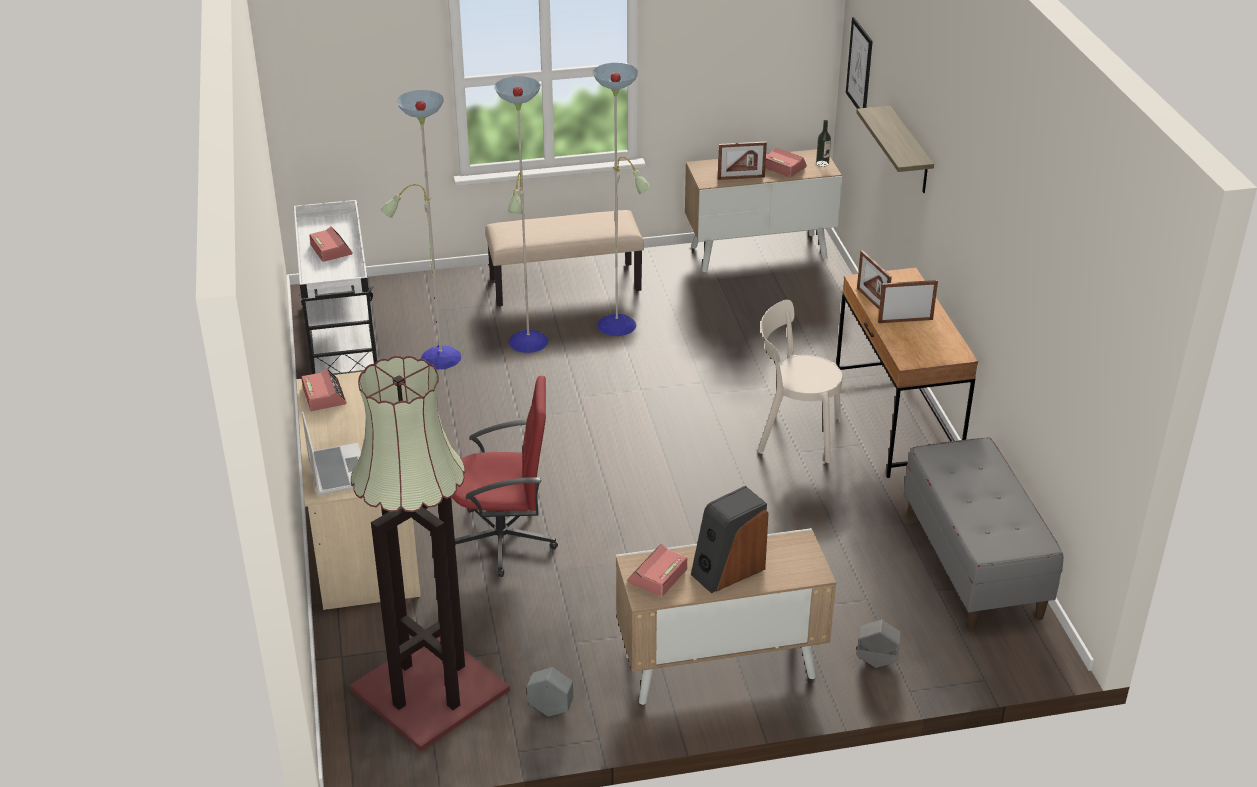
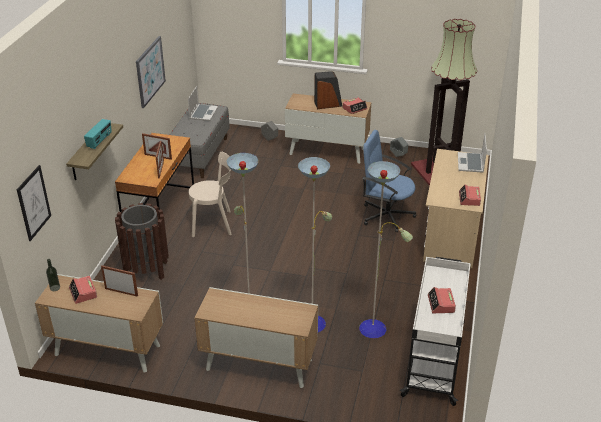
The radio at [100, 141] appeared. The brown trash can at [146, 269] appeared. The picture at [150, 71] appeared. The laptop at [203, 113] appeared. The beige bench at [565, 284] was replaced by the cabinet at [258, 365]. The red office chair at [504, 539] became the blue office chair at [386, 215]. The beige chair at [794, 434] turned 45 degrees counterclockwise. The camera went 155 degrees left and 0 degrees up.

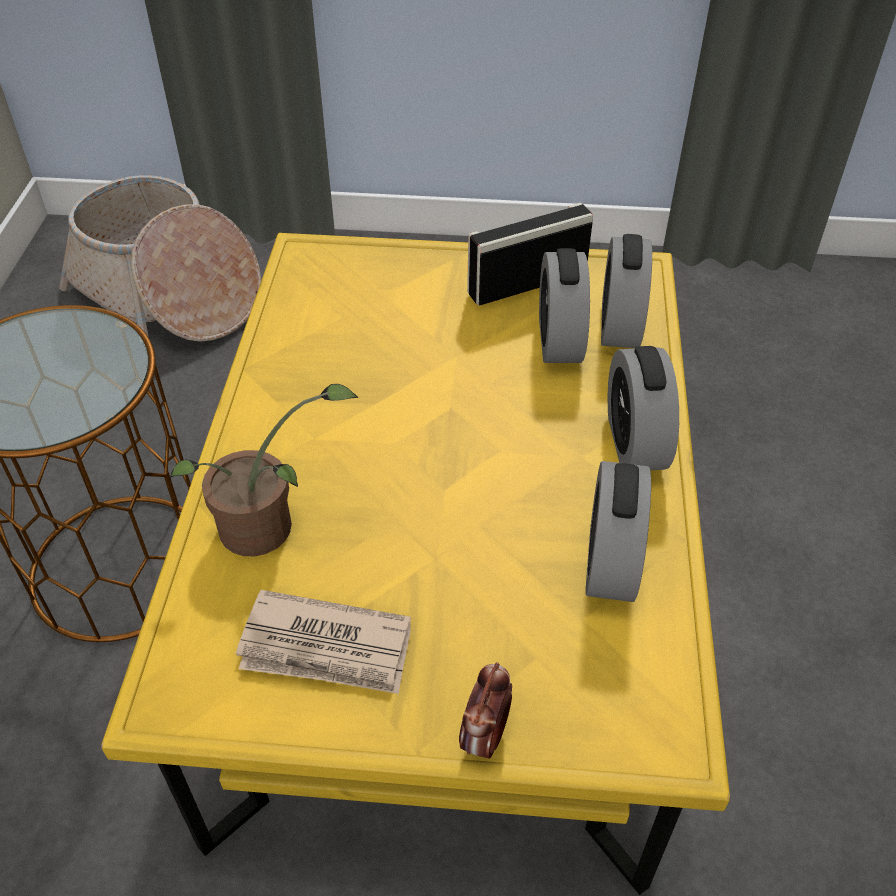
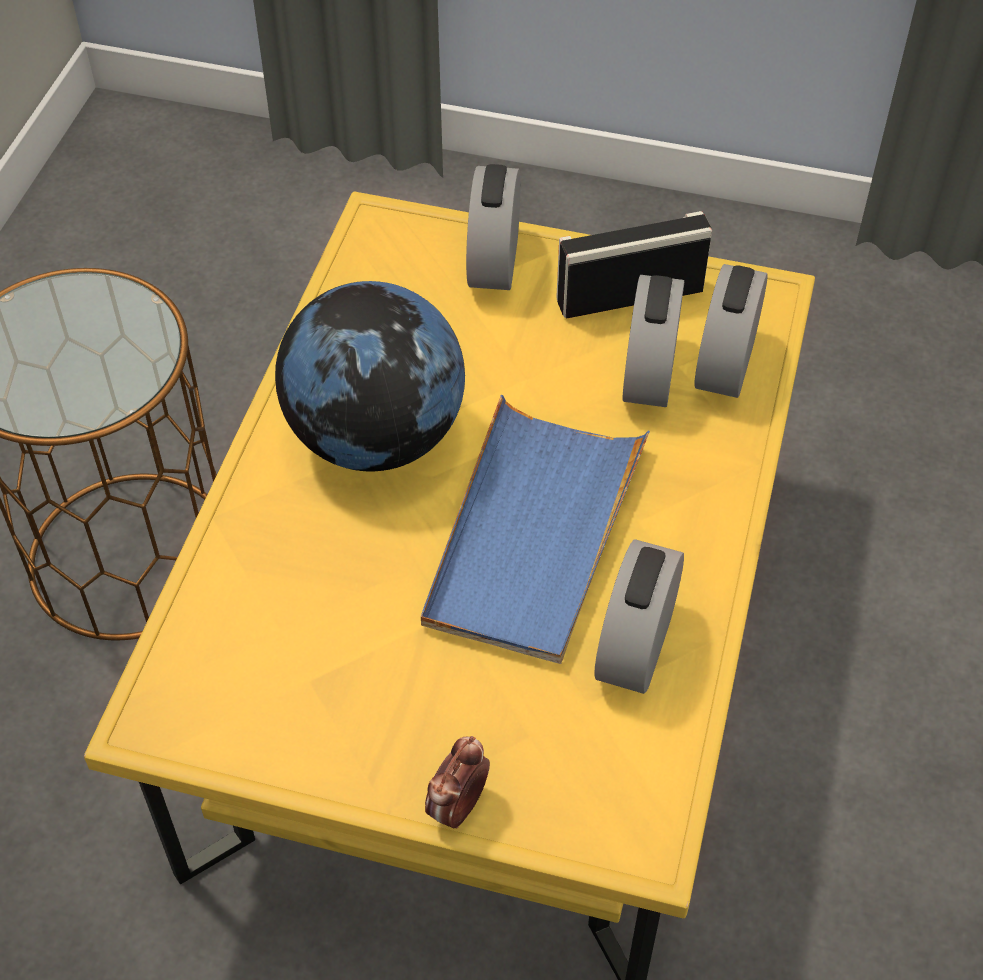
The basket at [169, 294] disappeared. The potted plant at [267, 528] disappeared. The newspaper at [327, 648] disappeared. The globe at [376, 437] appeared. The blue tray at [533, 535] appeared. The alarm clock moved from [634, 442] to [493, 262]. The camera went 10 degrees right and 5 degrees up.

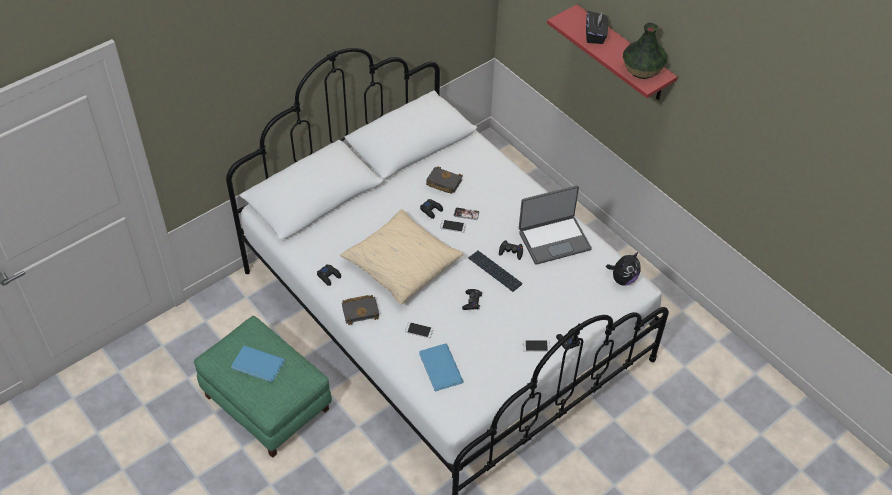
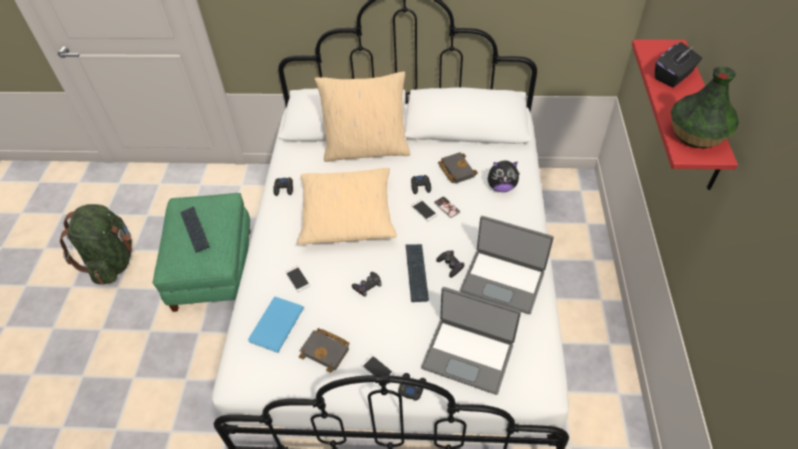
The green backpack at [113, 261] appeared. The beige pillow at [366, 149] appeared. The laptop at [468, 354] appeared. The black book moved from [361, 310] to [327, 351]. The plush toy moved from [623, 279] to [501, 187]. The blue book at [258, 365] was replaced by the keyboard at [195, 229]. The camera went 45 degrees right and 0 degrees up.

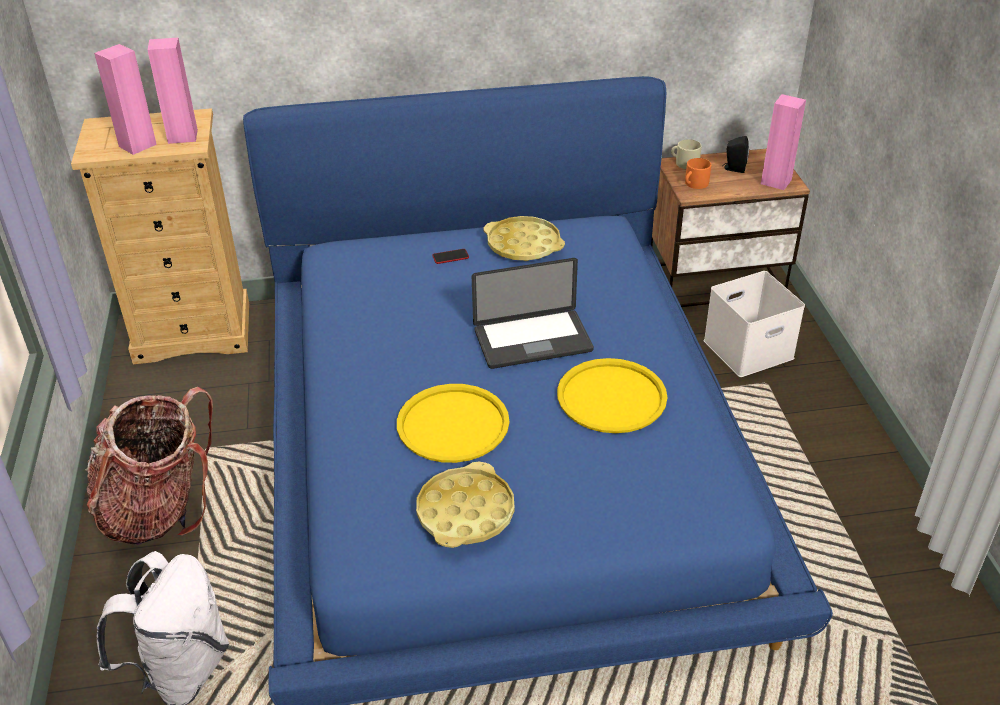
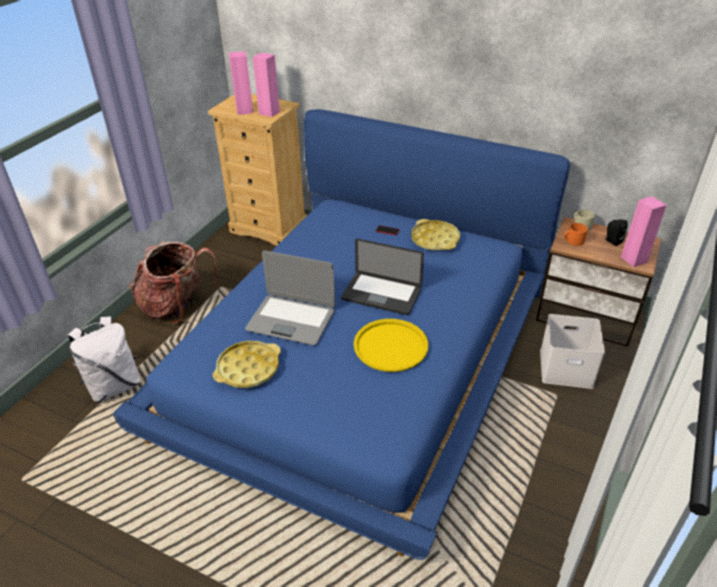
The yellow tray at [452, 424] was replaced by the laptop at [291, 320]. The camera went 35 degrees right and 0 degrees up.

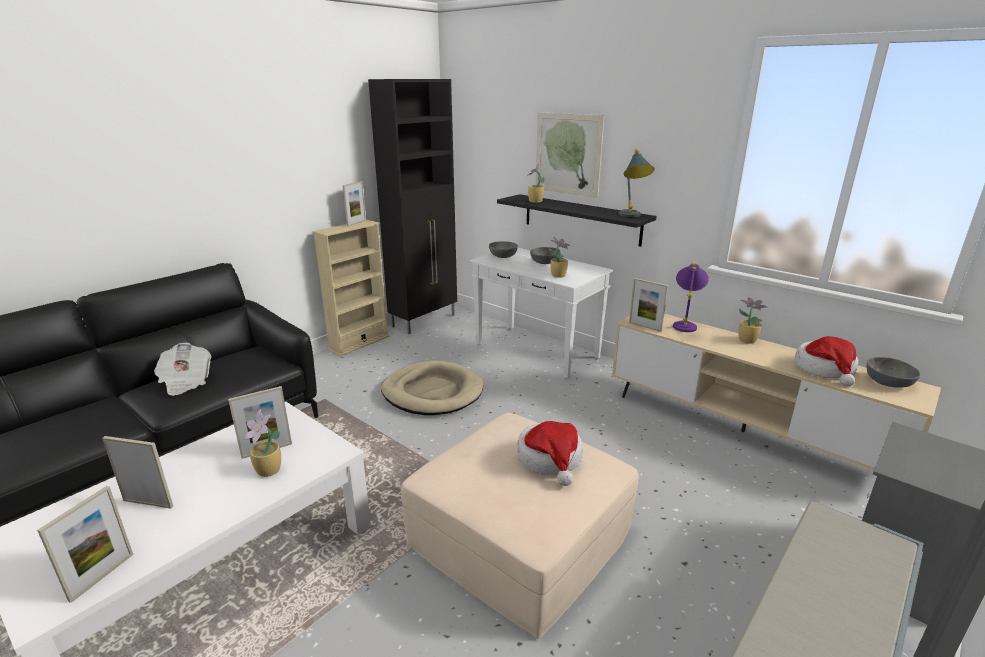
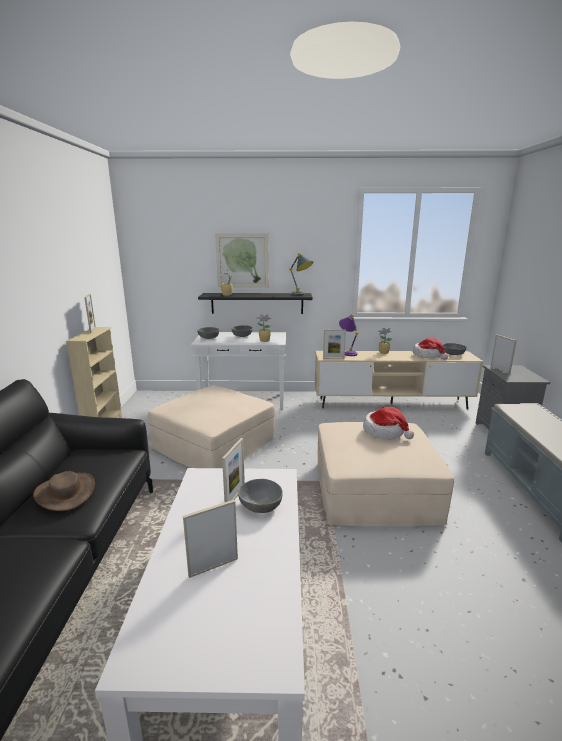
The black cabinet at [425, 320] disappeared. The picture frame moved from [102, 576] to [500, 369]. The newspaper at [186, 381] was replaced by the brown hat at [65, 492]. The potted plant at [269, 471] was replaced by the grey bowl at [261, 505]. The beige dog bed at [432, 392] was replaced by the beige ottoman at [213, 444]. The camera went 40 degrees left and 5 degrees down.

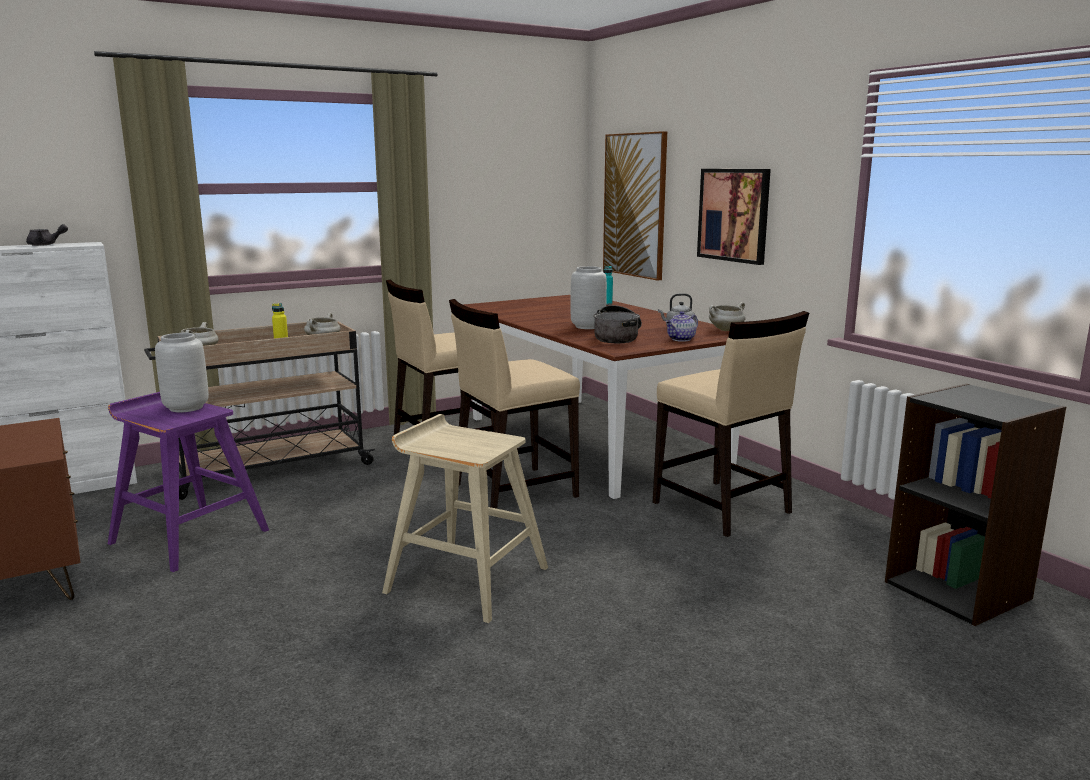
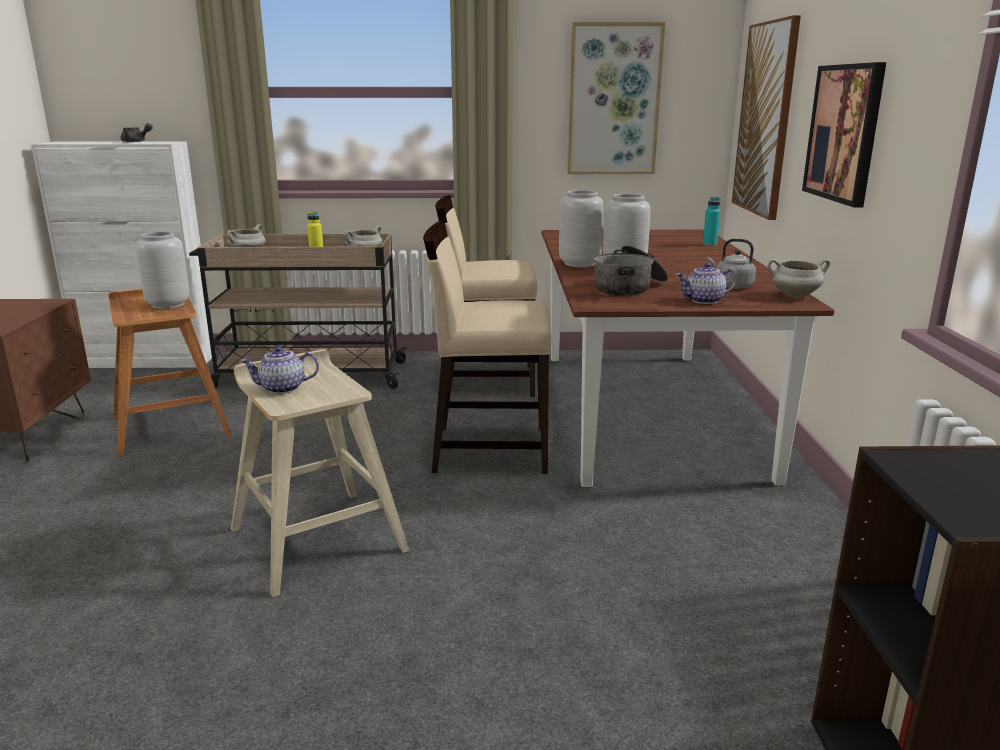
The beige chair at [721, 508] disappeared. The teapot at [282, 389] appeared. The grey vase at [580, 264] appeared. The picture at [614, 100] appeared. The purple stool at [189, 536] became the brown stool at [171, 426]. The camera went 30 degrees right and 5 degrees up.

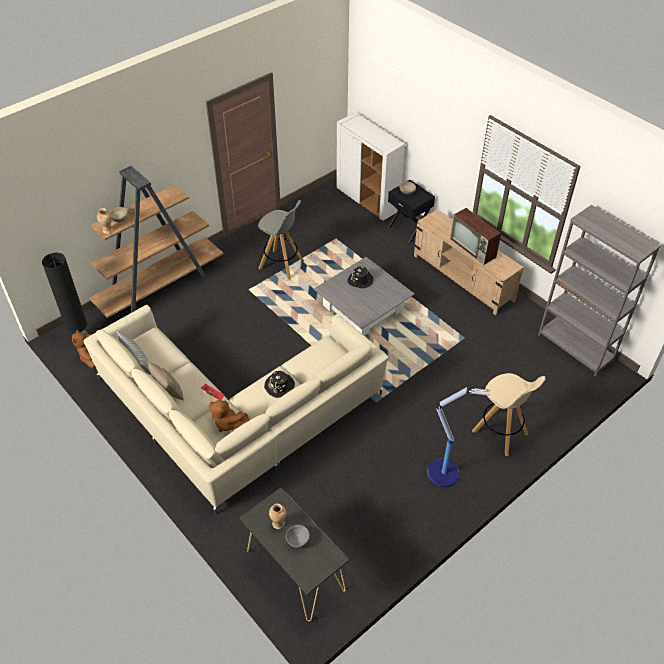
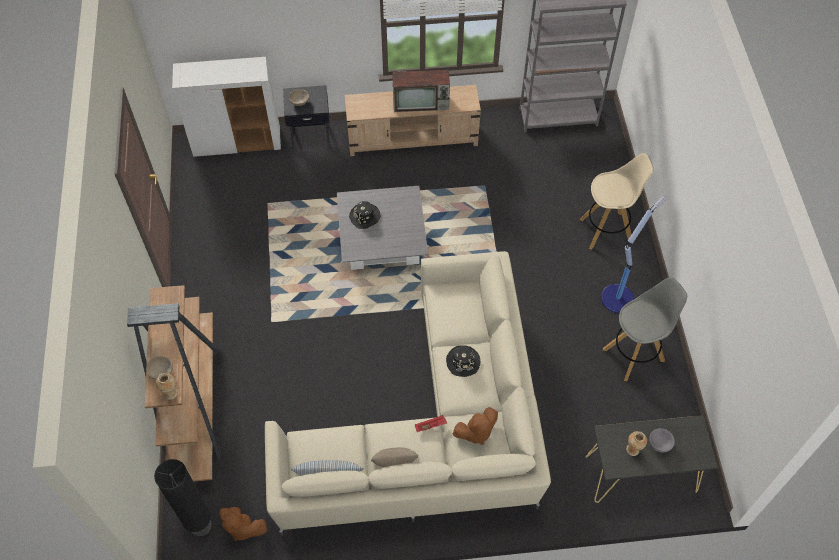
The grey stool moved from [282, 265] to [634, 354]. The camera went 55 degrees left and 10 degrees up.

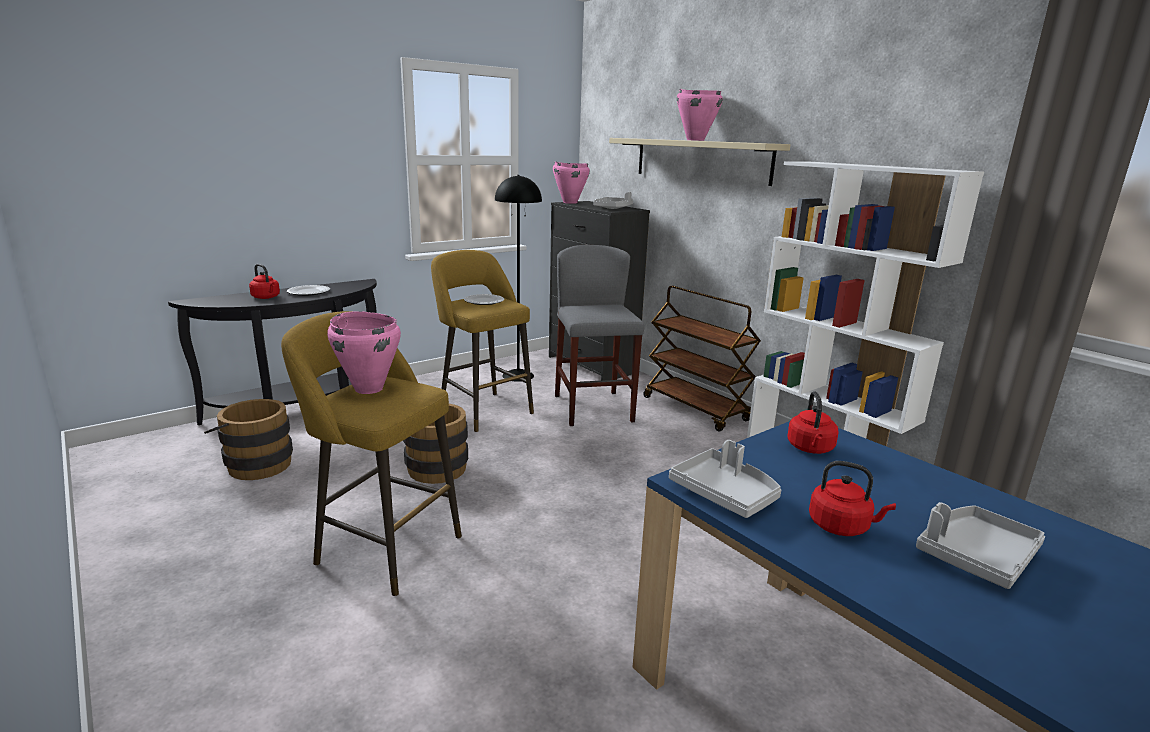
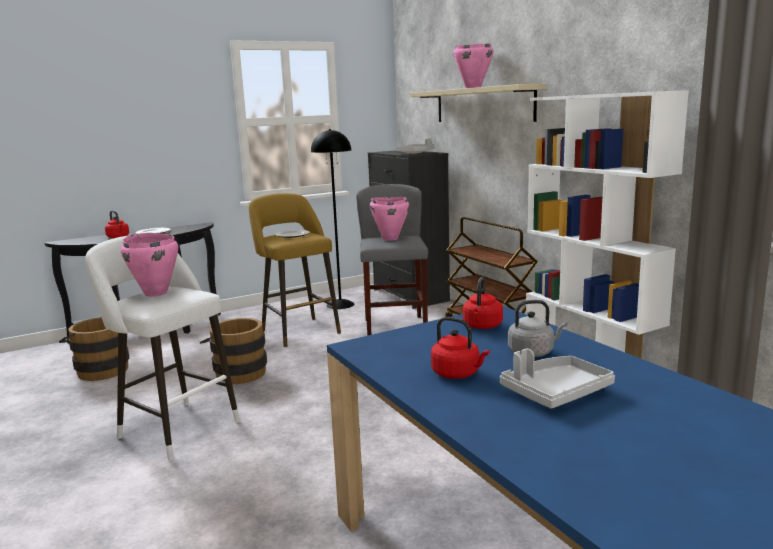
The grey tray at [725, 493] disappeared. The grey kettle at [533, 352] appeared. The pink cooking pot moved from [569, 202] to [390, 239]. The yellow stool at [383, 547] became the white stool at [175, 427]. The camera went 10 degrees right and 5 degrees down.

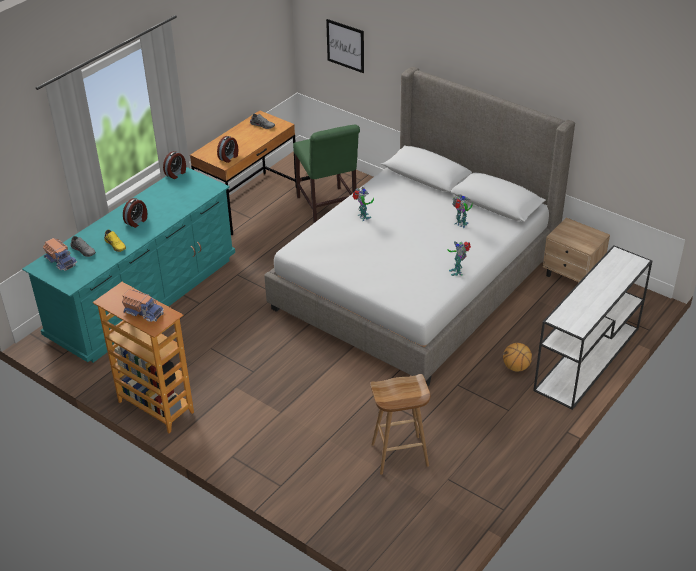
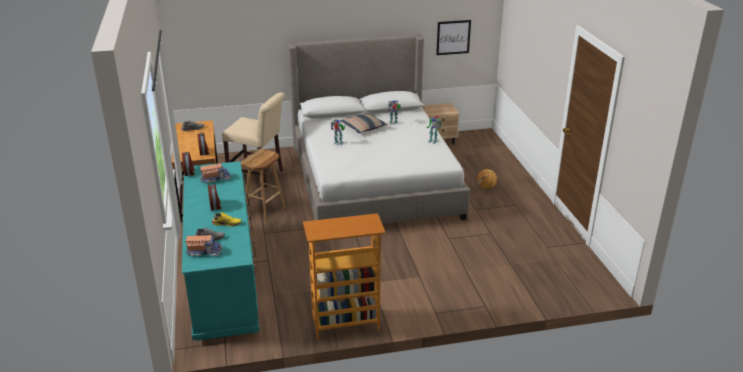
The white console table at [587, 360] disappeared. The pillow at [363, 127] appeared. The toy truck moved from [143, 312] to [215, 178]. The picture moved from [345, 45] to [453, 37]. The brown stool moved from [399, 455] to [264, 212]. The green chair at [328, 208] became the beige chair at [258, 175]. The camera went 50 degrees left and 10 degrees down.

